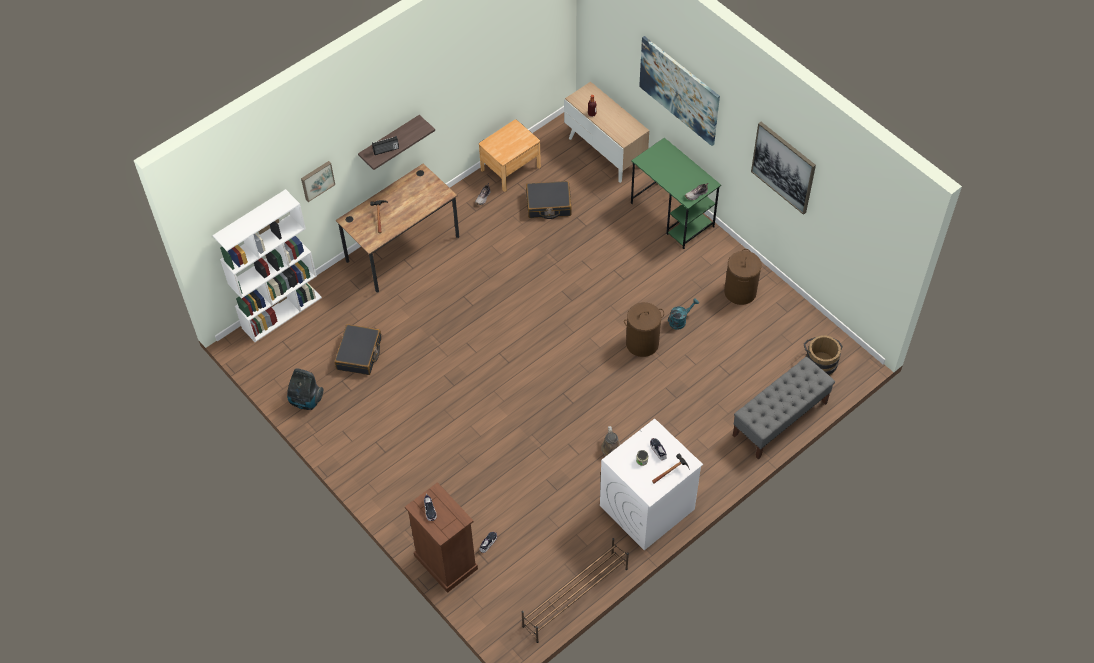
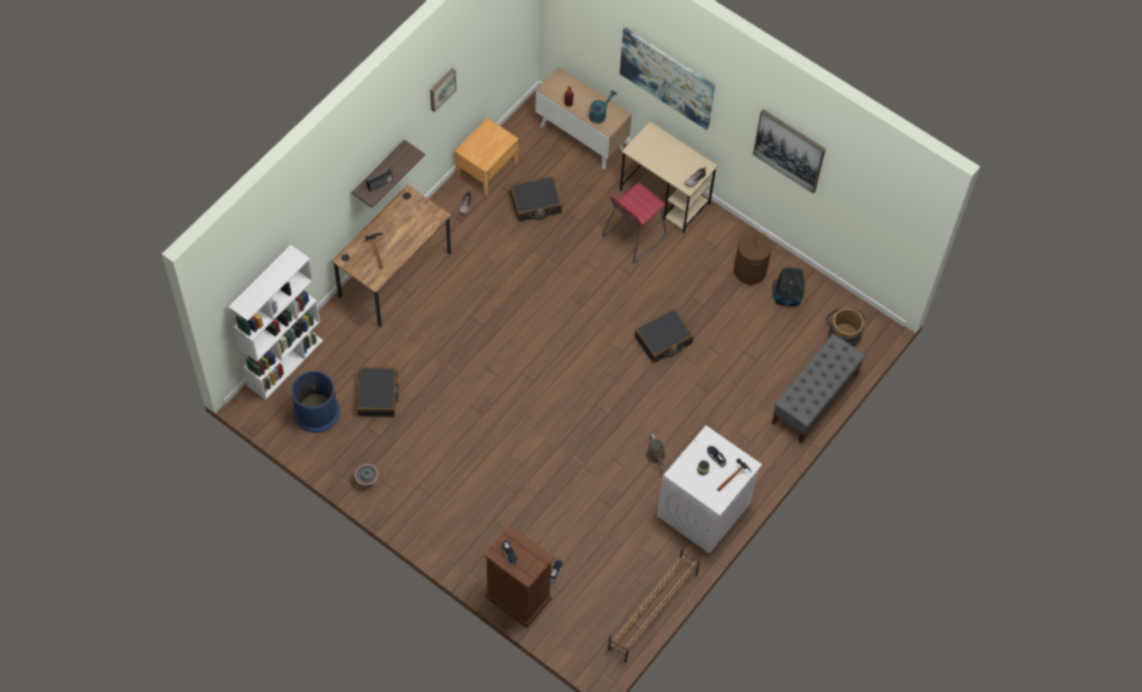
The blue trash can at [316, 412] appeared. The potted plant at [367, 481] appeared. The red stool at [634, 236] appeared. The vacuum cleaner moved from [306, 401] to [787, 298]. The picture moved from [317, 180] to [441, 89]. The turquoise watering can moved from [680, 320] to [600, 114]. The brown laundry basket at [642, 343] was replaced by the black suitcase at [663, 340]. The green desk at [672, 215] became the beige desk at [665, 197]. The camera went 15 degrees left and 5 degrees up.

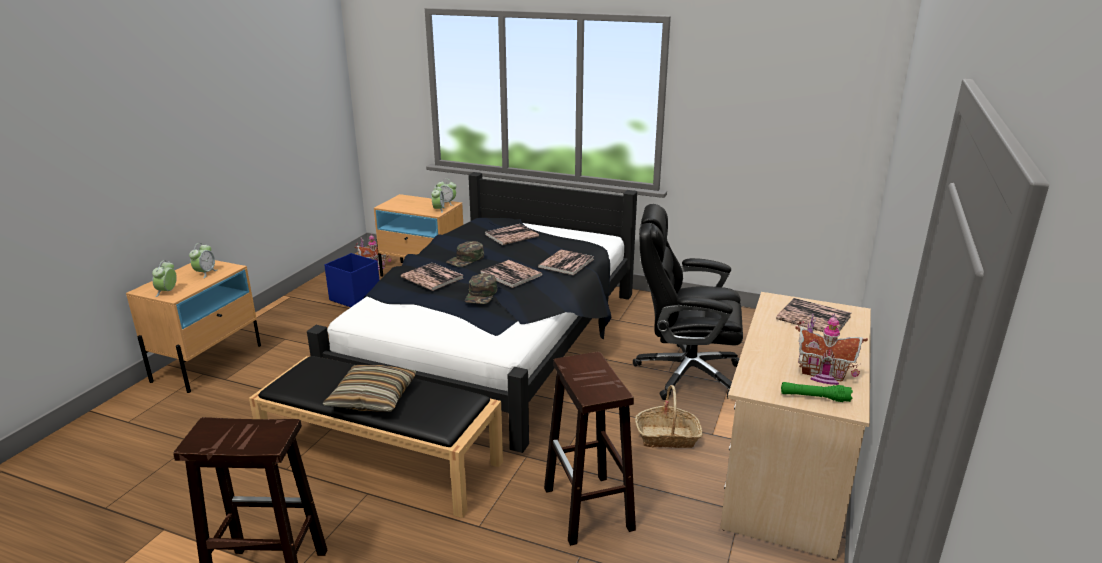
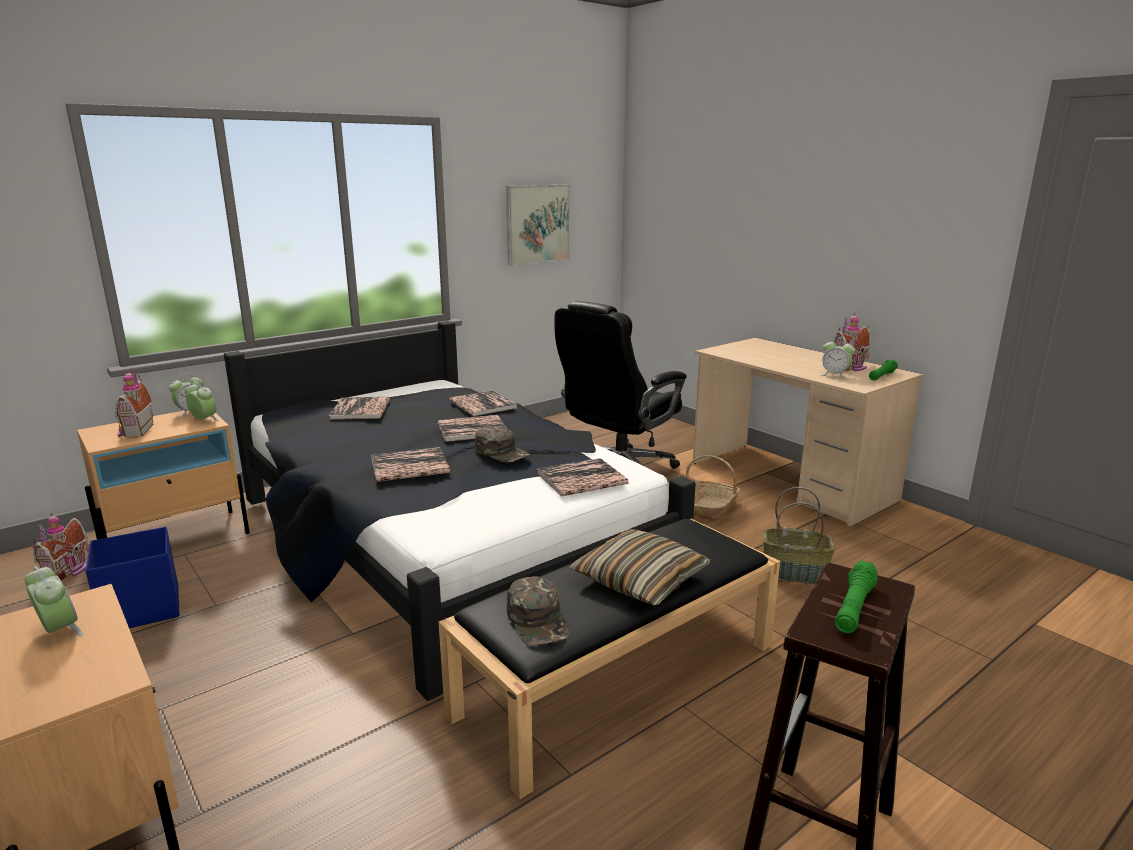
The toy house at [135, 431] appeared. The picture at [538, 224] appeared. The green flashlight at [854, 607] appeared. The alarm clock moved from [167, 292] to [835, 375]. The green cap moved from [466, 259] to [538, 620]. The book moved from [813, 318] to [582, 479]. The brown stool at [589, 509] was replaced by the basket at [794, 573]. The camera went 60 degrees left and 5 degrees down.

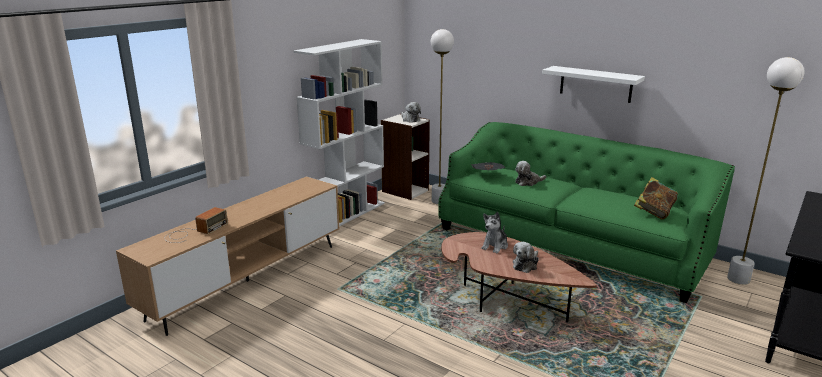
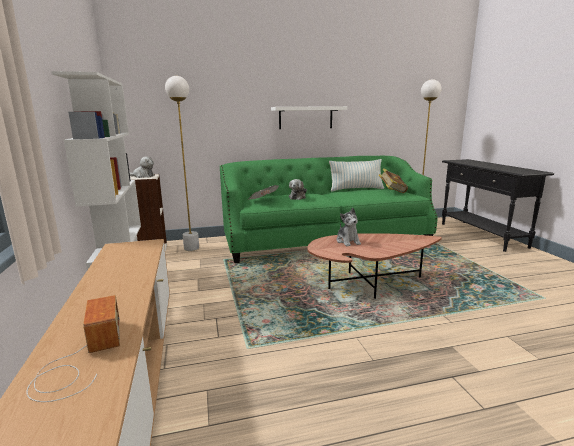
The plush toy at [526, 265] disappeared. The pillow at [356, 189] appeared. The camera went 50 degrees left and 5 degrees down.

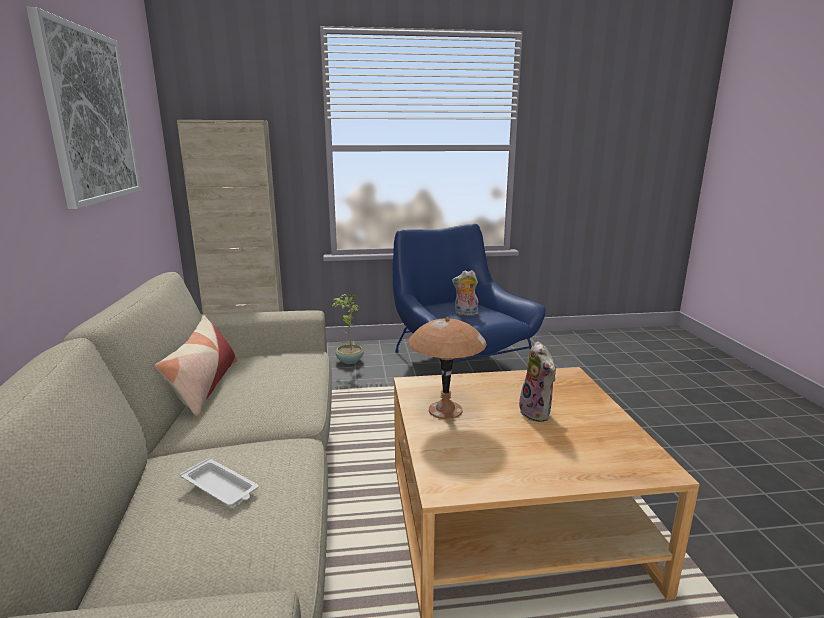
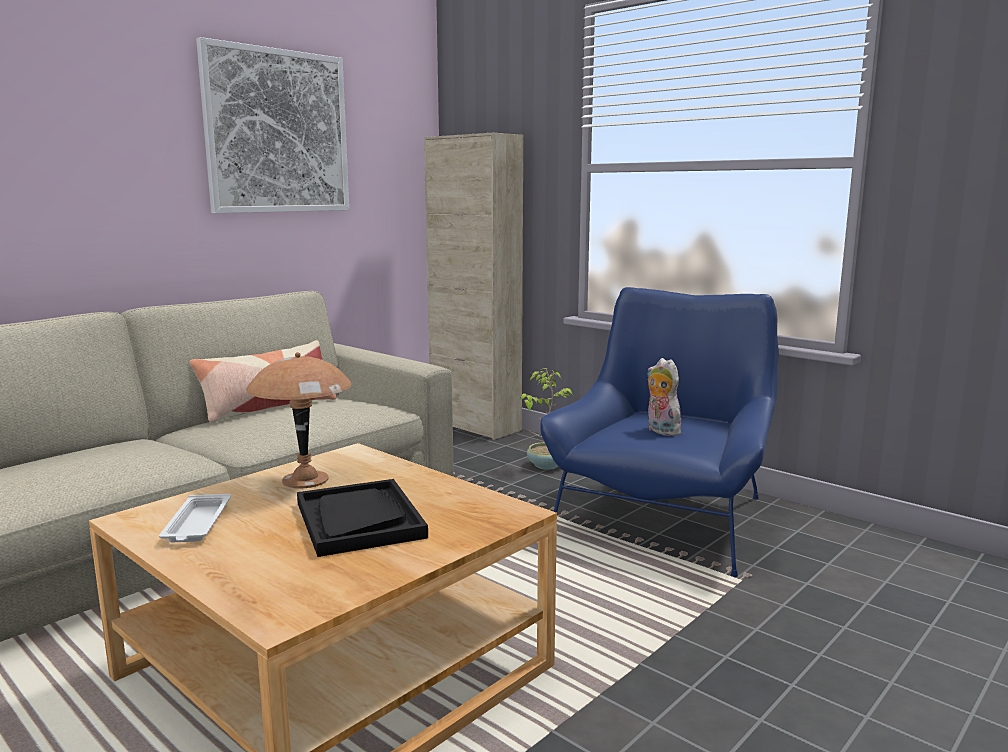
The white tray moved from [221, 487] to [197, 524]. The plush toy at [537, 413] was replaced by the black tray at [359, 520]. The camera went 50 degrees right and 5 degrees down.

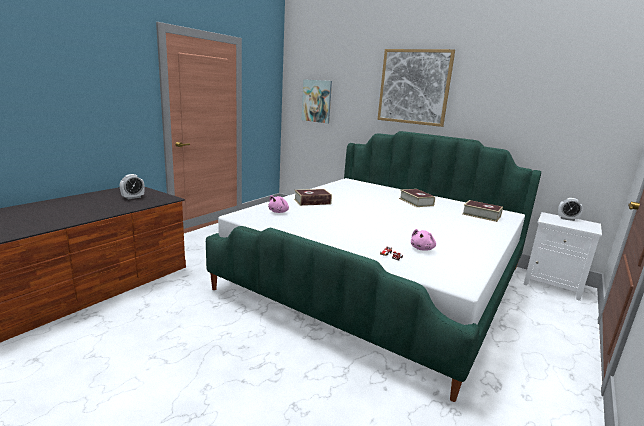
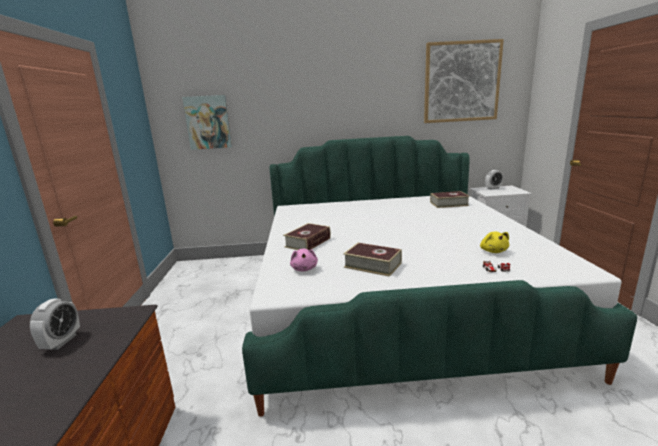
The picture moved from [414, 87] to [461, 82]. The book moved from [416, 202] to [372, 265]. The pink plush toy at [422, 249] became the yellow plush toy at [493, 251]. The camera went 35 degrees left and 0 degrees up.

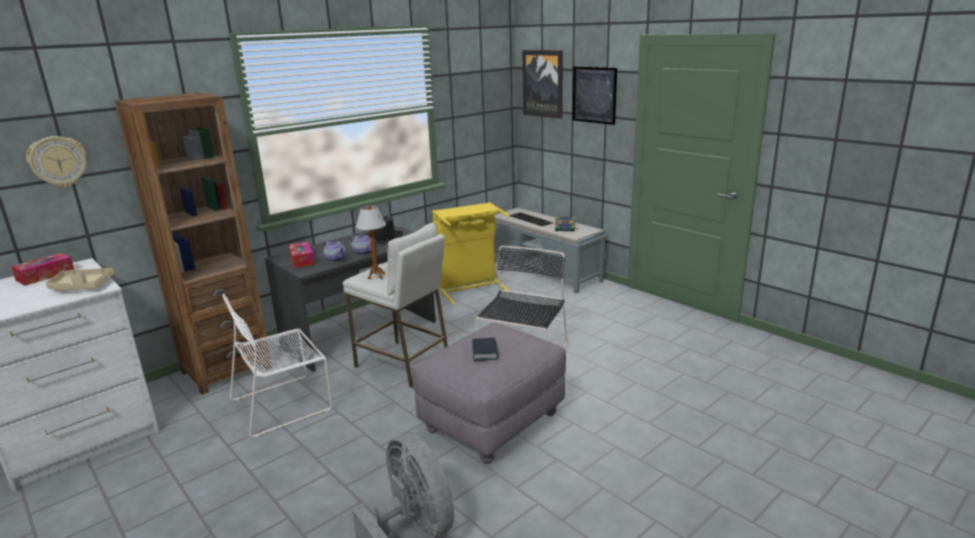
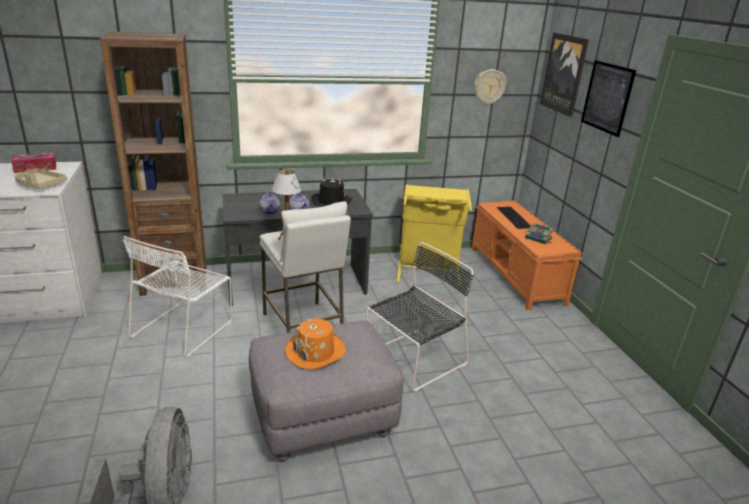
The tissue box at [302, 260] disappeared. The wall clock moved from [58, 161] to [489, 87]. The book at [485, 352] was replaced by the orange hat at [315, 352]. The grey bench at [545, 272] became the orange bench at [516, 275]. The white chair at [284, 403] turned 60 degrees counterclockwise. The camera went 25 degrees right and 5 degrees up.

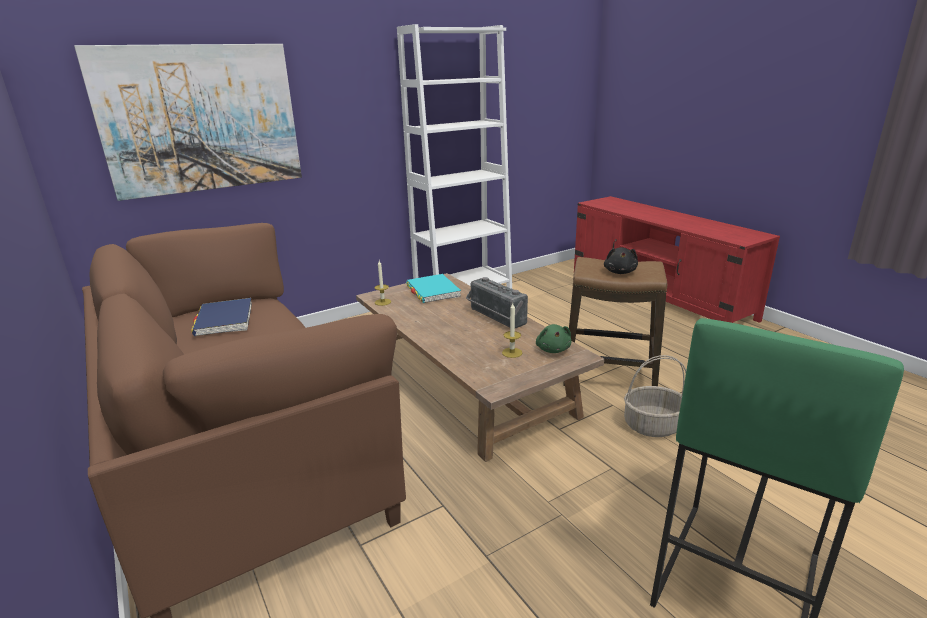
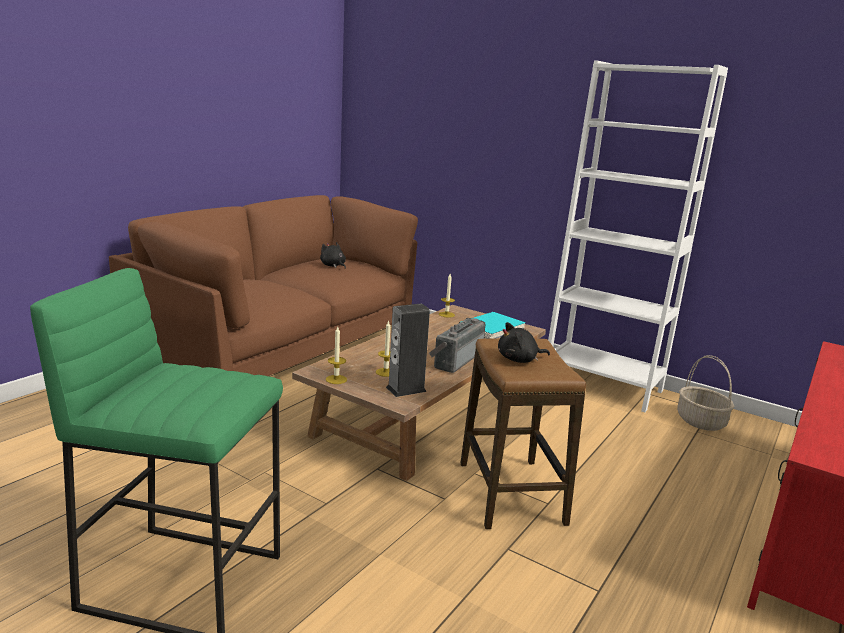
The picture at [201, 119] disappeared. The candle at [336, 379] appeared. The basket moved from [653, 425] to [701, 422]. The blue book at [224, 320] was replaced by the black plush toy at [333, 266]. The green plush toy at [553, 349] was replaced by the speaker at [406, 389]. The camera went 65 degrees right and 5 degrees down.

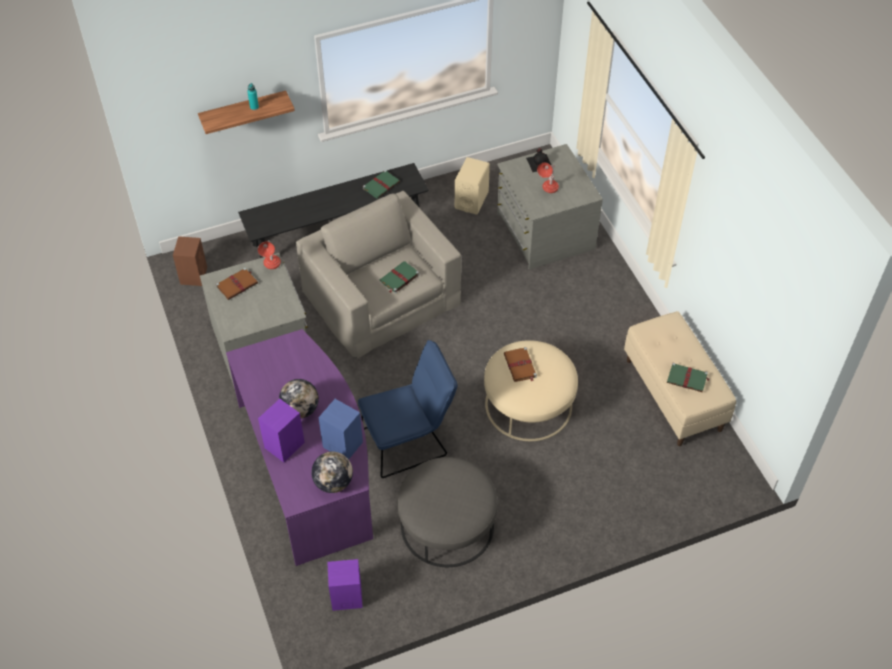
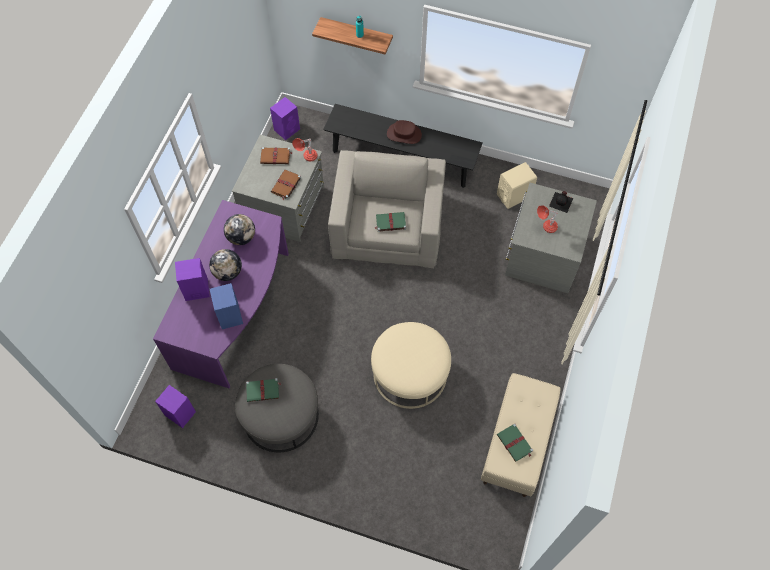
The blue chair at [409, 441] disappeared. The brown hat at [404, 134] appeared. The globe moved from [333, 482] to [241, 237]. The green book moved from [381, 185] to [263, 390]. The brown book moved from [520, 366] to [286, 185]. The brown speaker at [194, 275] became the purple speaker at [287, 129]. The camera went 40 degrees right and 10 degrees up.

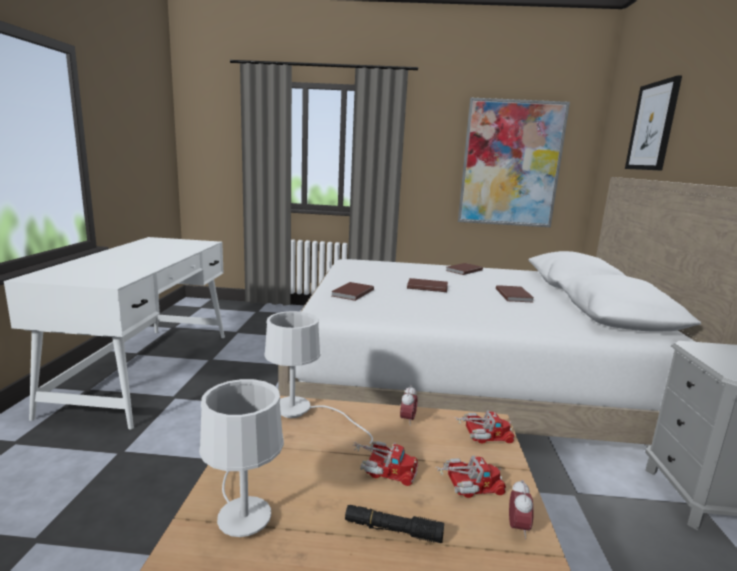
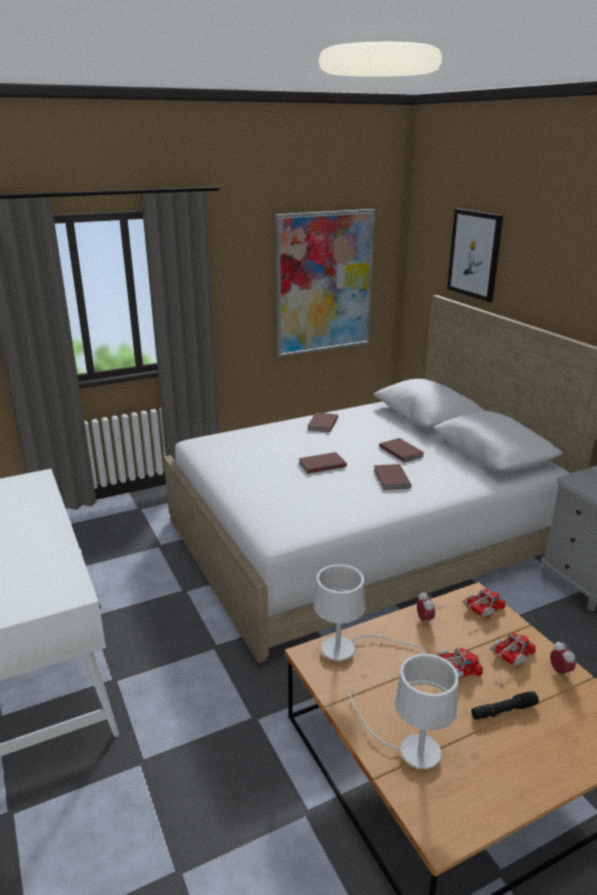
The brown book moved from [351, 293] to [391, 479]. The camera went 30 degrees left and 10 degrees up.

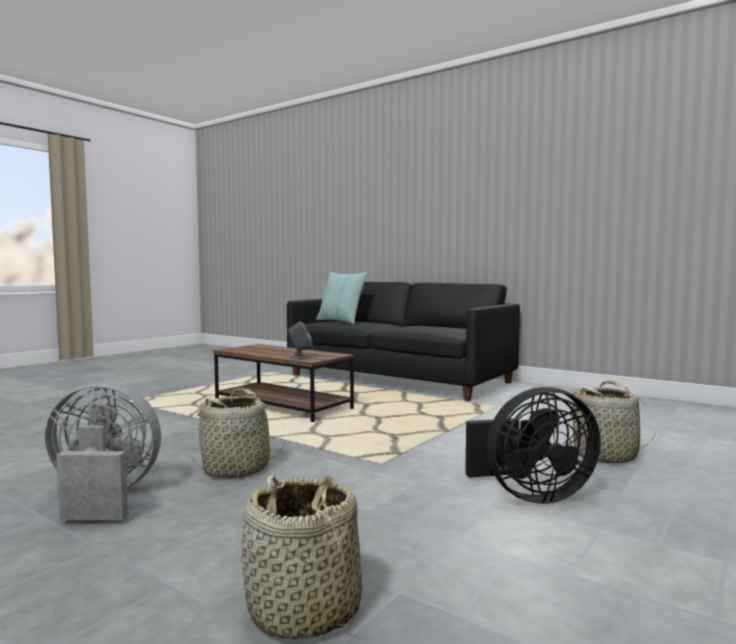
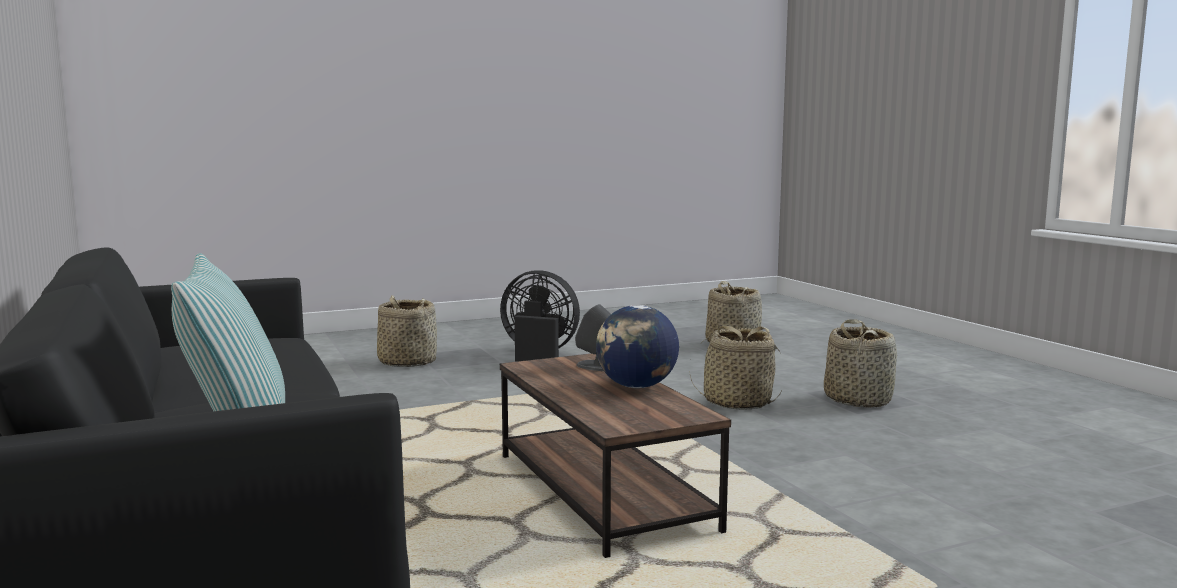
The globe at [636, 386] appeared. The grey fan at [103, 497] was replaced by the basket at [858, 400]. The camera went 150 degrees left and 5 degrees up.

